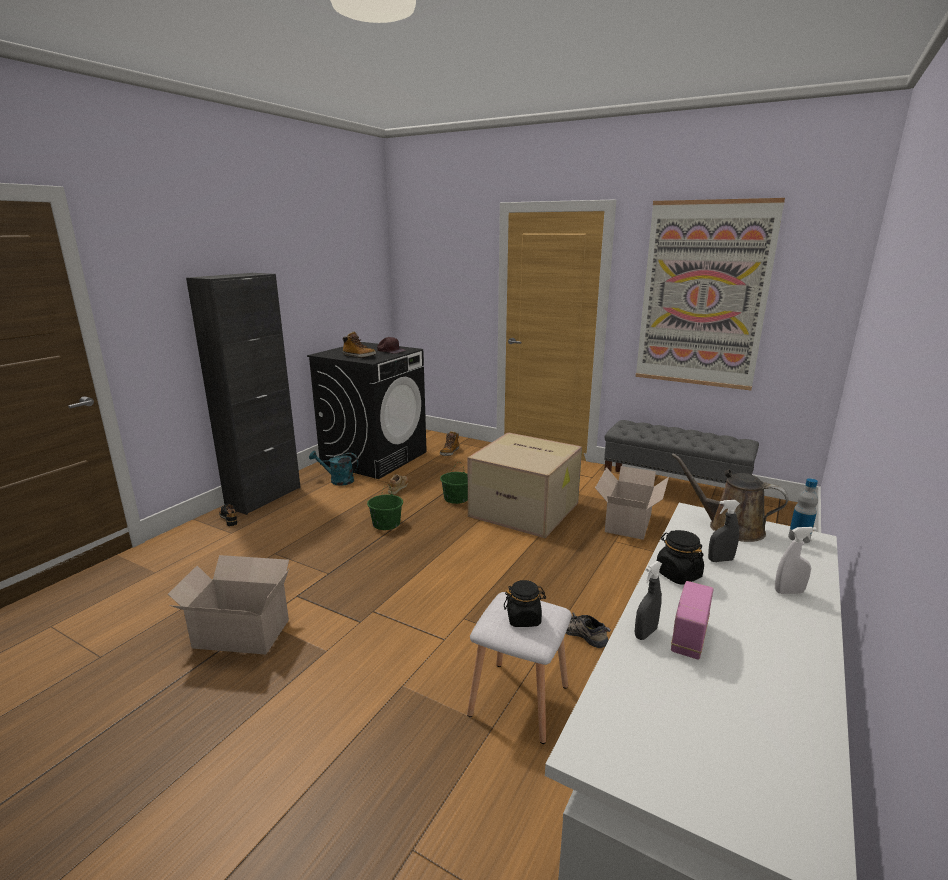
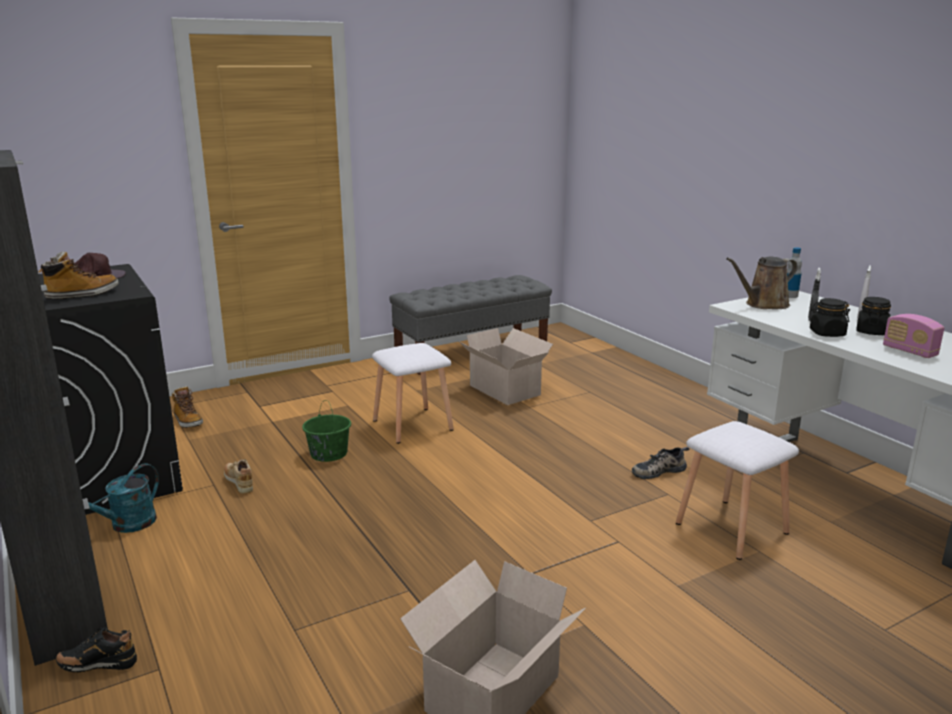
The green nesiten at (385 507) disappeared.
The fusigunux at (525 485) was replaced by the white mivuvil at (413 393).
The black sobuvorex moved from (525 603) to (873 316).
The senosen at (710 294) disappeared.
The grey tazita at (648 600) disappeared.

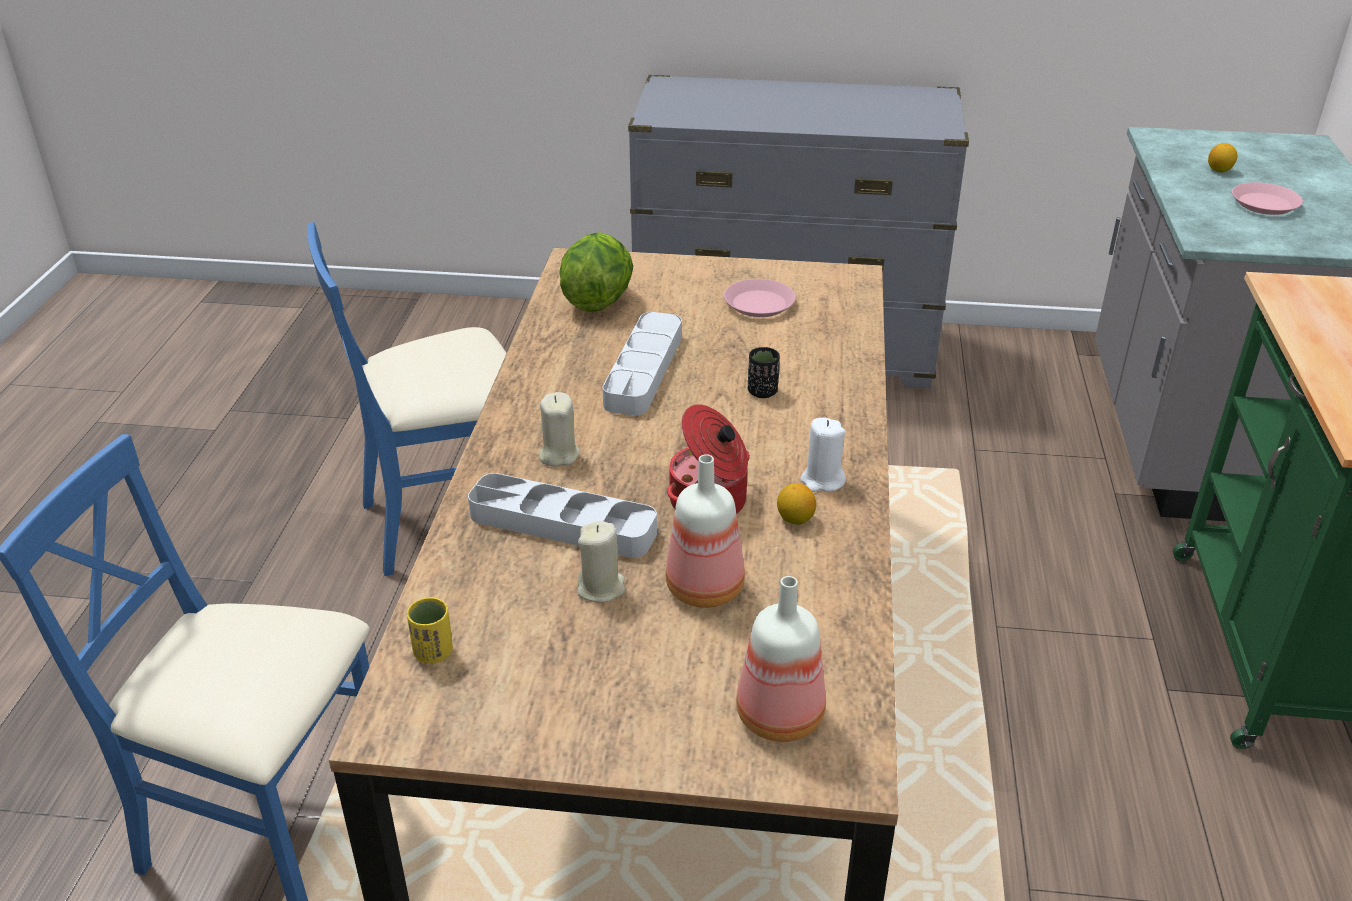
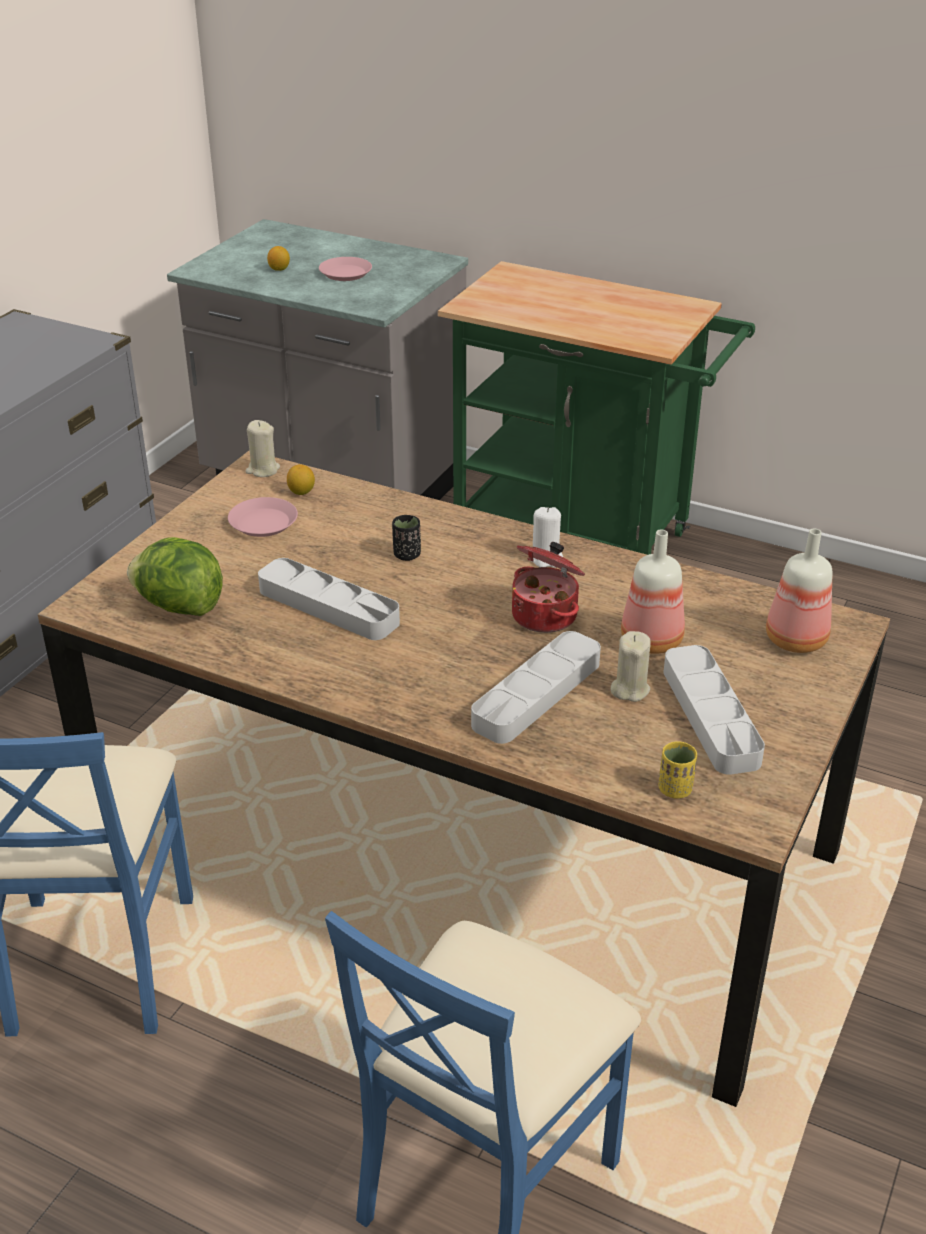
The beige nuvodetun moved from (559 429) to (262 448).
The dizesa moved from (796 504) to (301 479).
The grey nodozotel at (714 710) appeared.

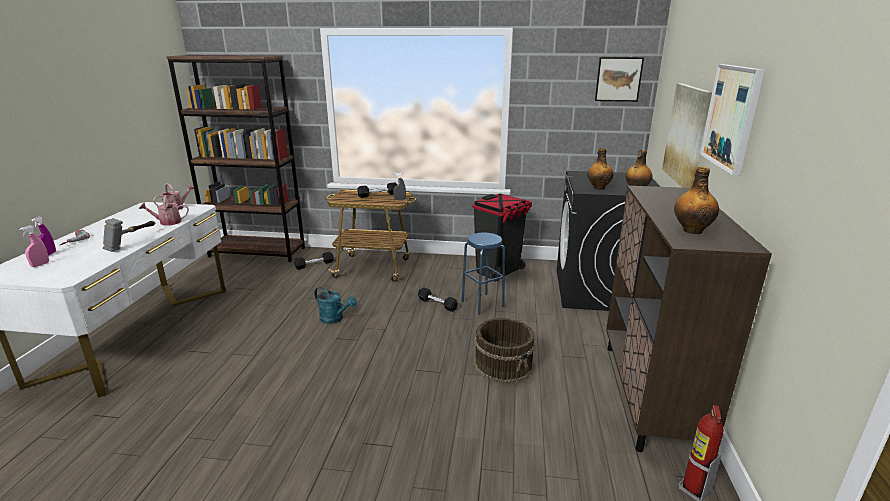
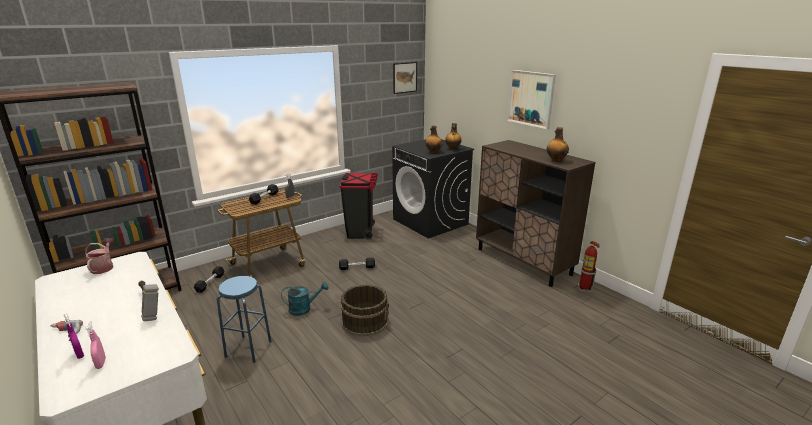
The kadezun at (164 210) disappeared.
The blue mivuvil moved from (483 274) to (244 319).
The brown nesiten moved from (504 351) to (364 310).
The senosen at (687 135) disappeared.

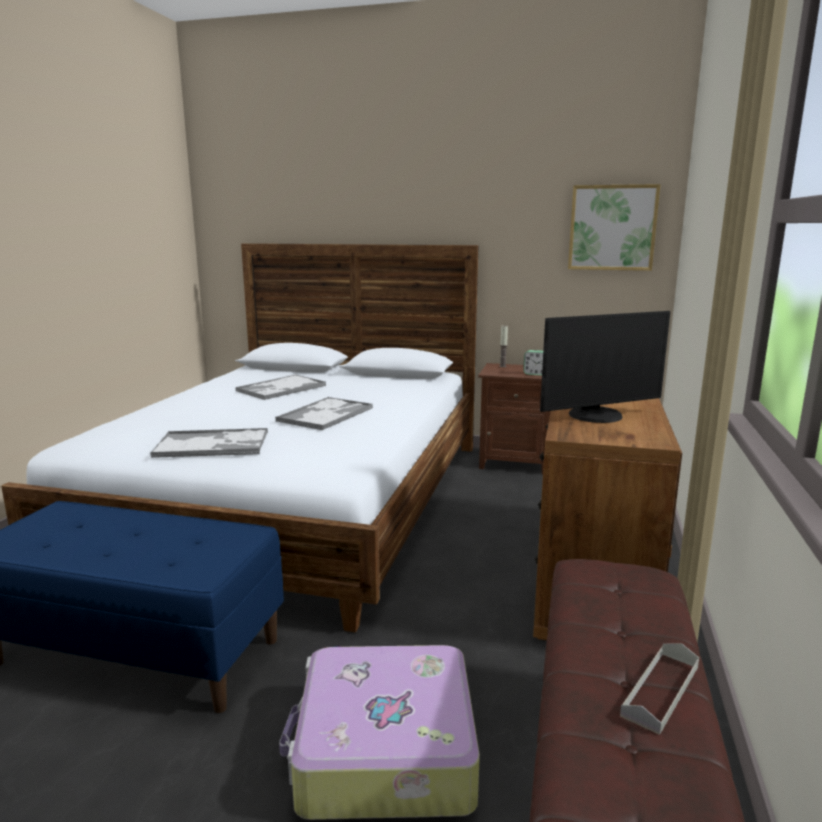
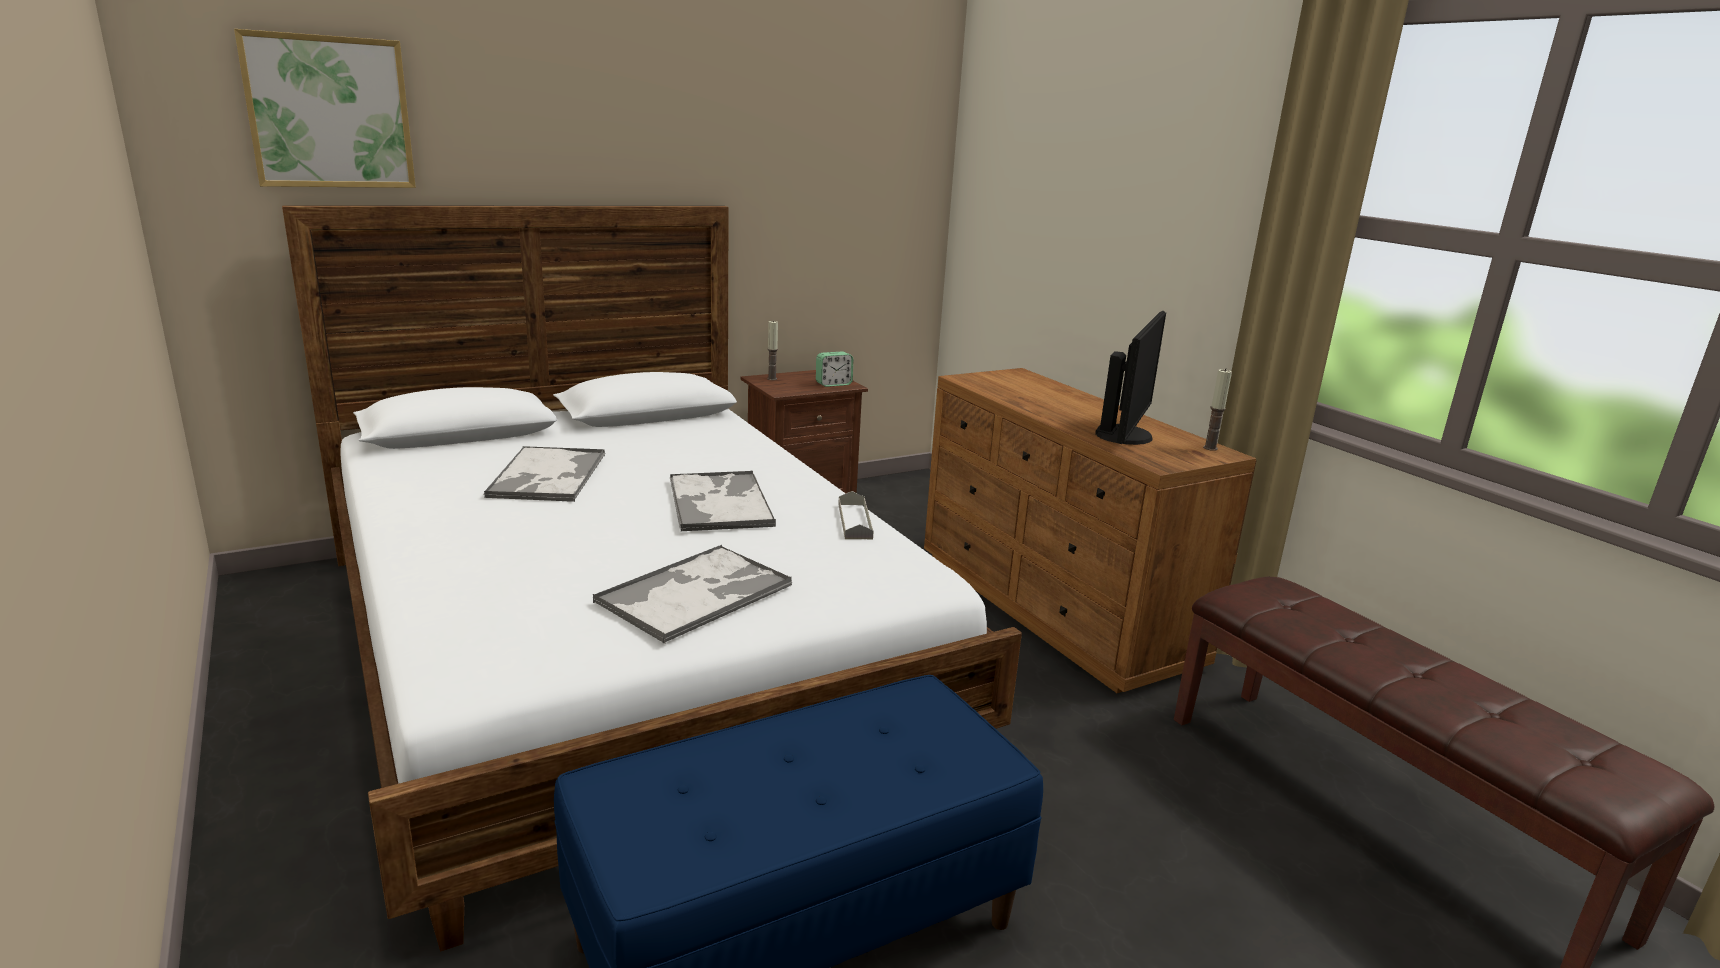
The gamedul at (379 732) disappeared.
The senosen moved from (614 227) to (325 108).
The grey nodozotel moved from (659 689) to (856 515).
The nuvodetun at (1217 409) appeared.

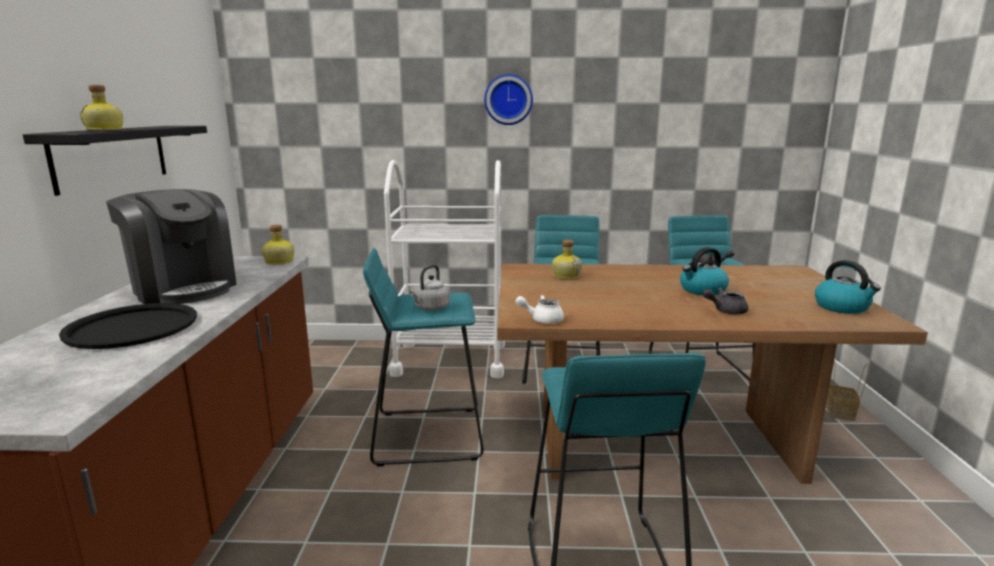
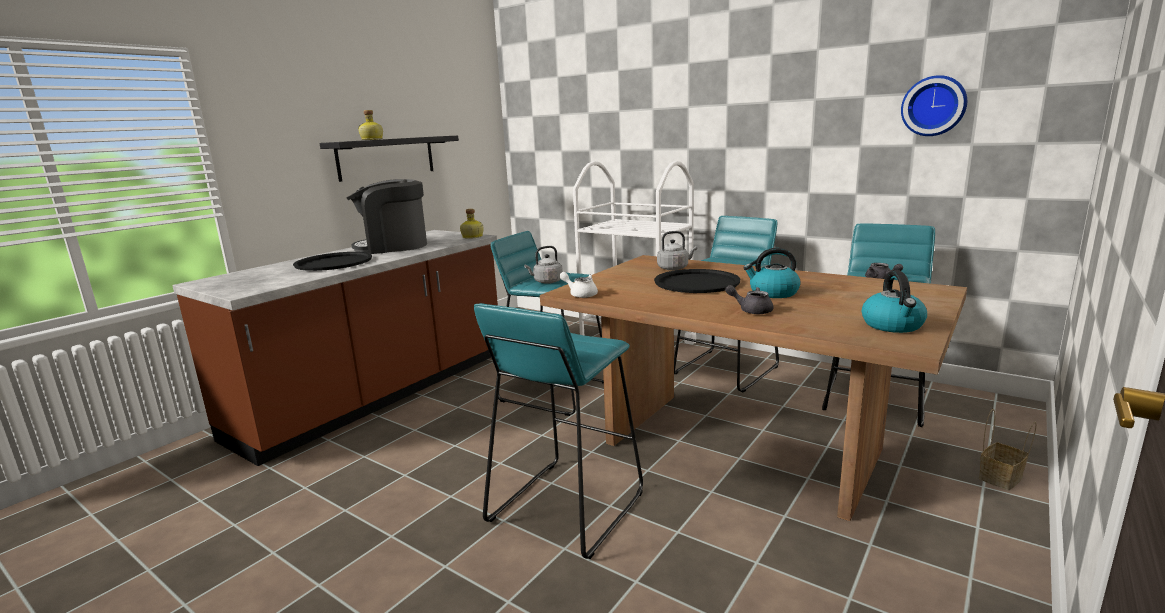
The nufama at (171 246) turned 90 degrees clockwise.
The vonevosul moved from (508 99) to (934 105).
The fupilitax at (567 259) was replaced by the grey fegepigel at (677 250).
The black nodozotel at (697 281) appeared.

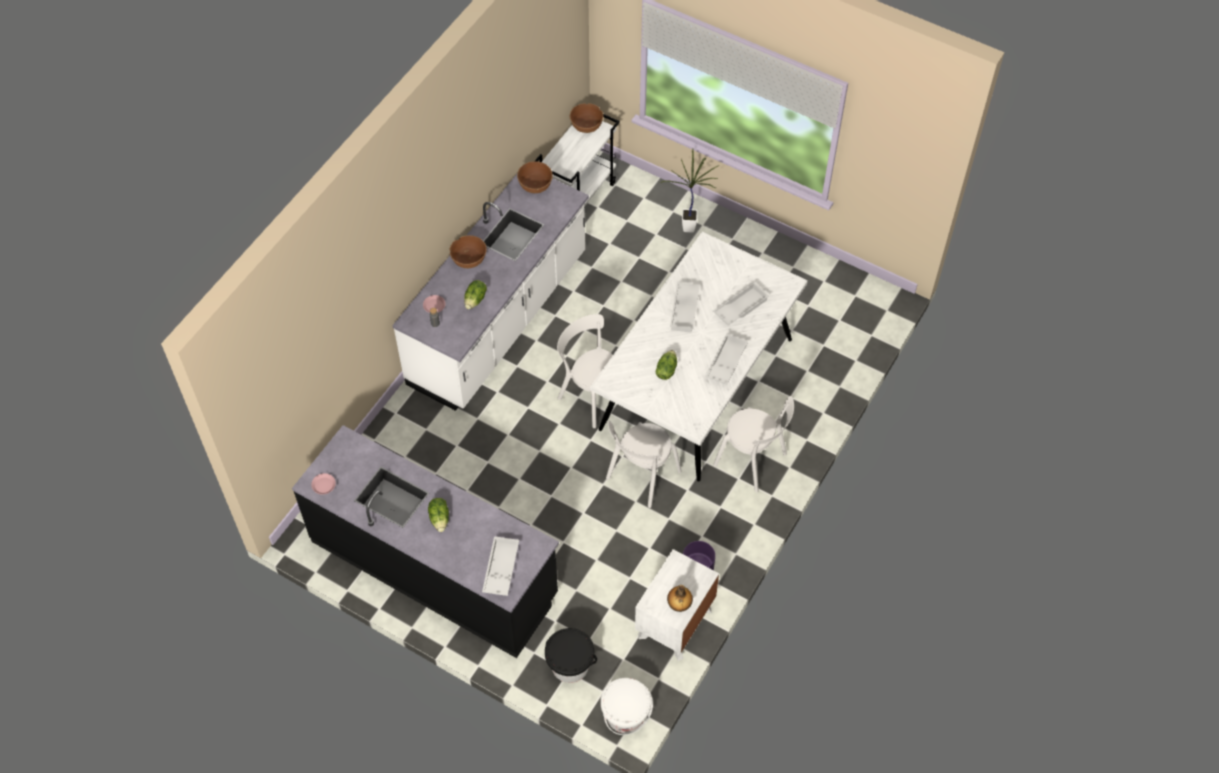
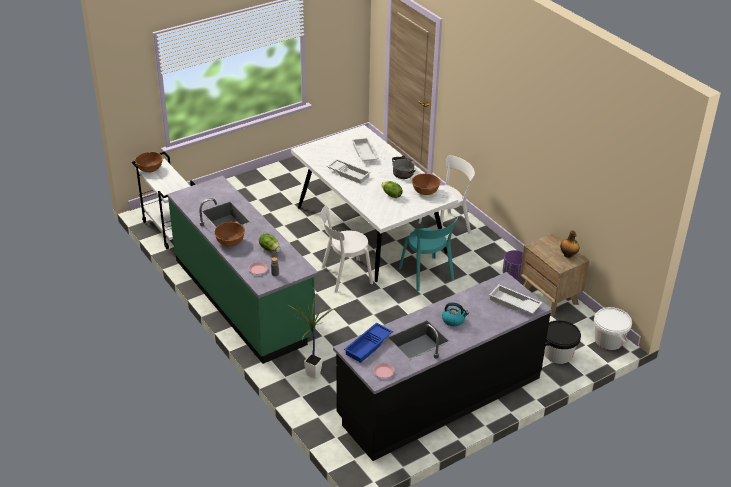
The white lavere at (490 292) became the green lavere at (242 270).
The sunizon at (438 515) was replaced by the fegepigel at (455 314).
The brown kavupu moved from (535 177) to (426 184).
The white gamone at (644 464) became the turquoise gamone at (428 254).
The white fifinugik at (677 605) became the brown fifinugik at (555 275).
The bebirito moved from (690 191) to (312 338).
The white nodozotel at (726 359) was replaced by the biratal at (404 167).
The blue nodozotel at (368 342) appeared.

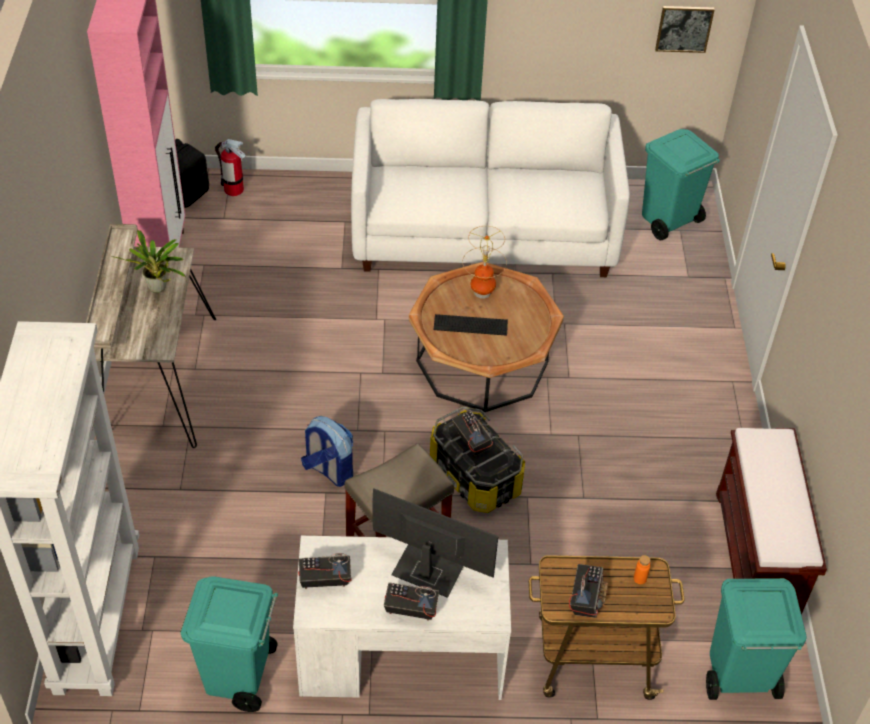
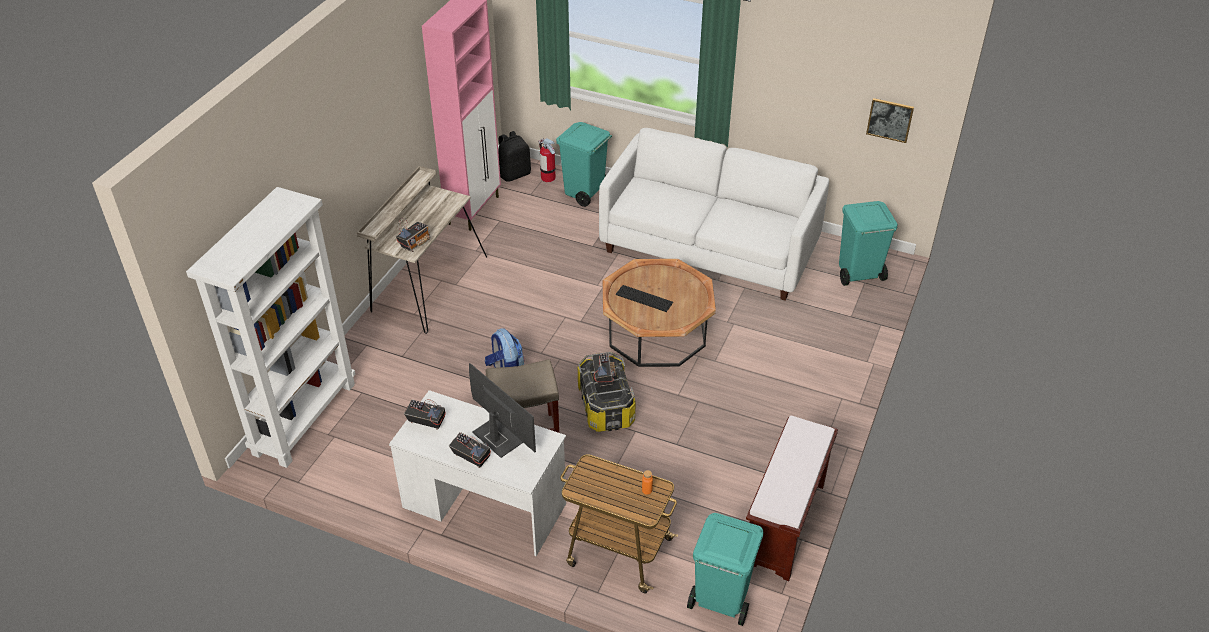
The bebirito at (149 261) disappeared.
The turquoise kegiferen moved from (229 644) to (584 164).
The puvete at (484 262) disappeared.
The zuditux moved from (588 591) to (413 235).

